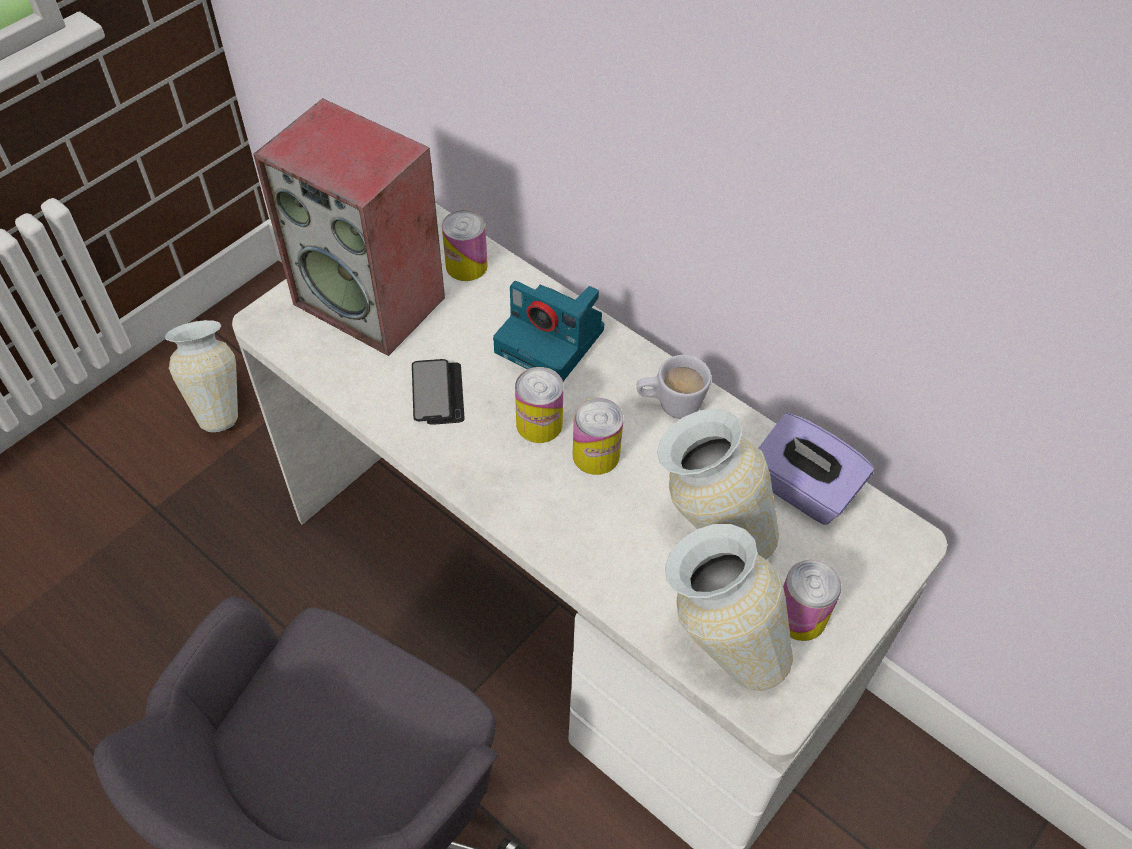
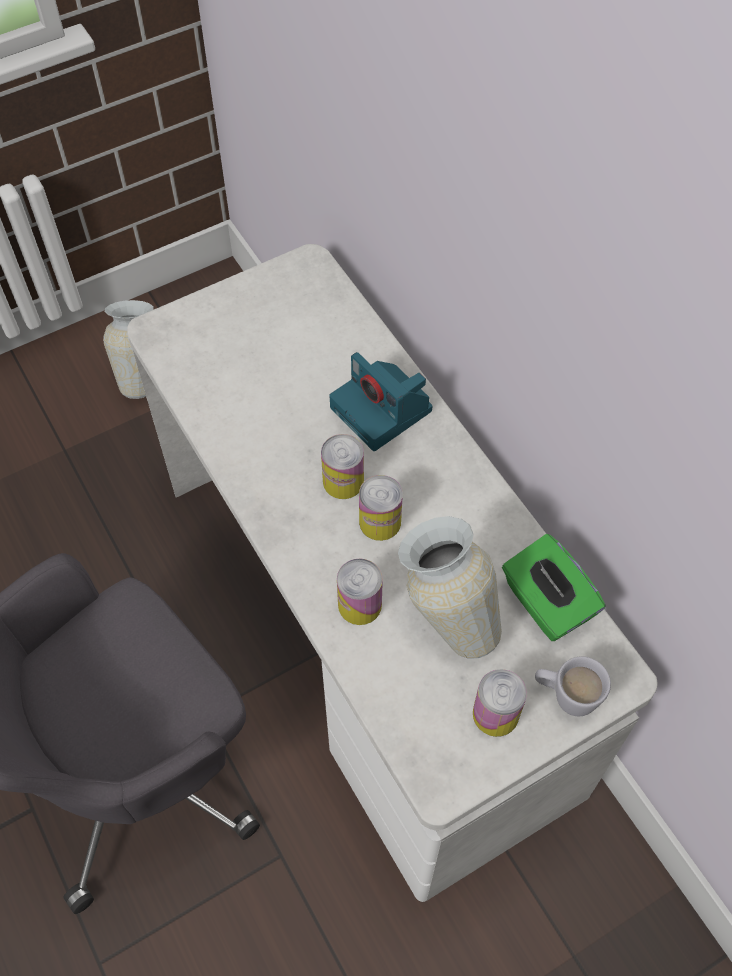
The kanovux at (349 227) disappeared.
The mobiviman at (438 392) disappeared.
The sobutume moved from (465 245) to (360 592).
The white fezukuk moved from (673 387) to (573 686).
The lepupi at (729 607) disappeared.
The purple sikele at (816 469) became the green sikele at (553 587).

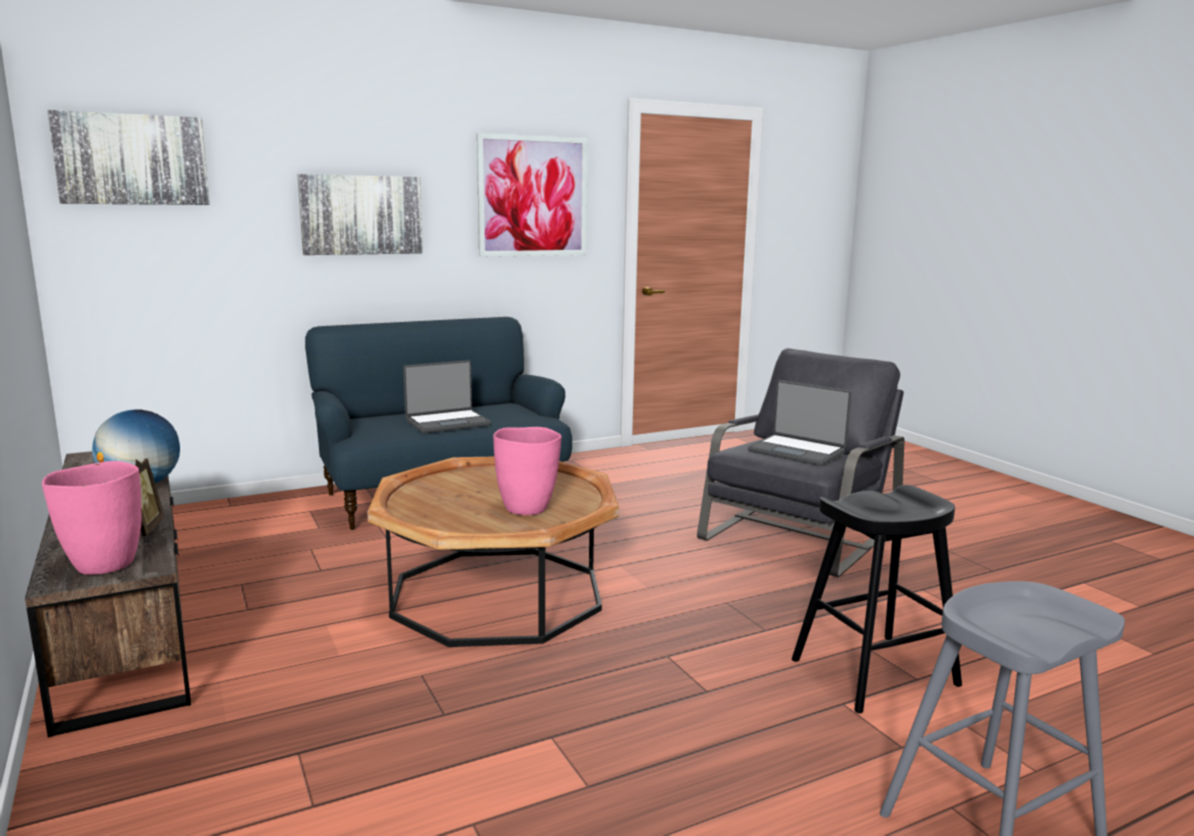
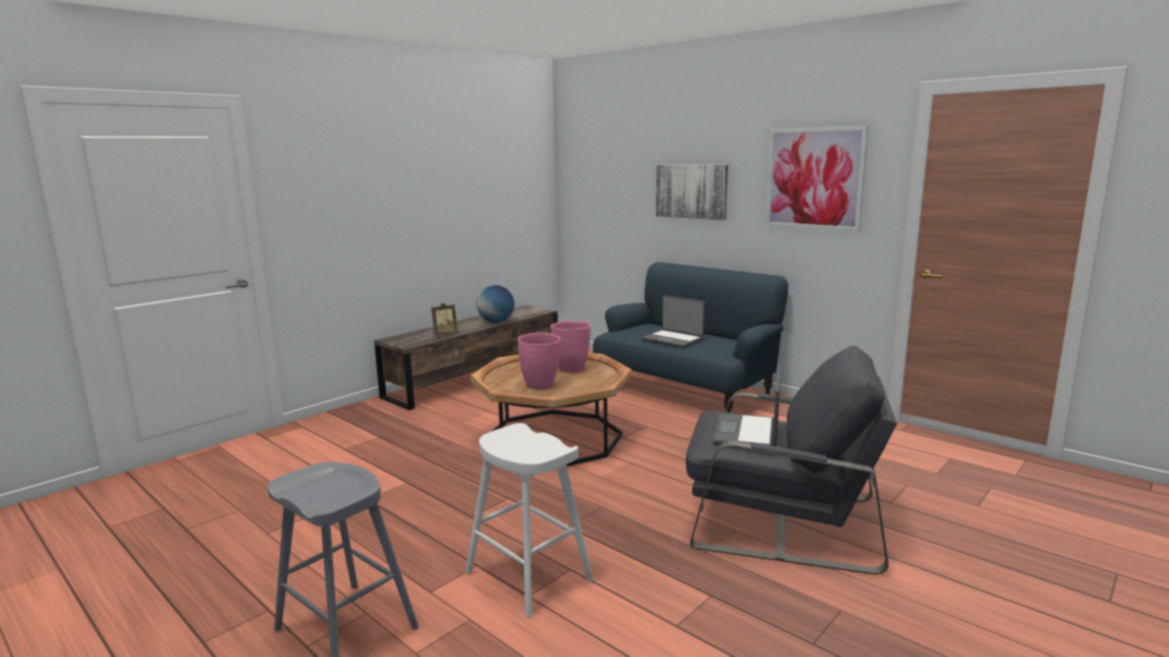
The pink lepupi moved from (92 518) to (571 346).
The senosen at (128 157) disappeared.
The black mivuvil at (877 599) became the white mivuvil at (529 520).

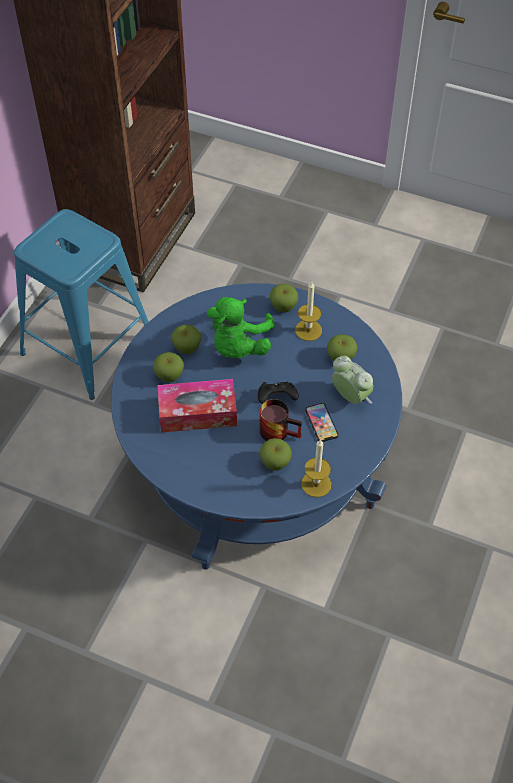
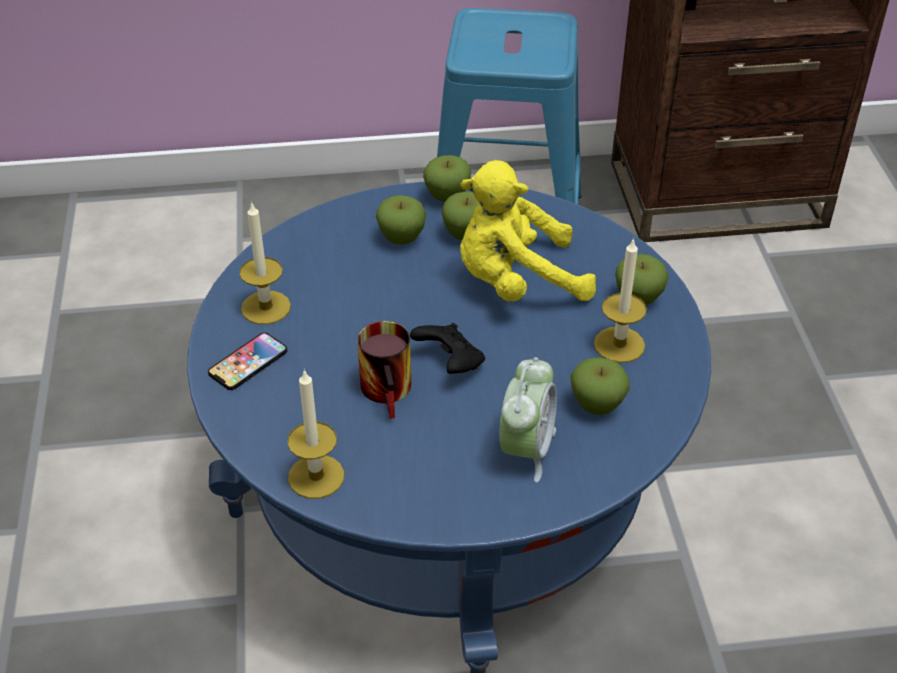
The sikele at (197 406) disappeared.
The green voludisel at (241 327) became the yellow voludisel at (528 231).
The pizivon moved from (276 454) to (447 178).
The mobiviman moved from (321 422) to (247 361).
The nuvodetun at (265 263) appeared.

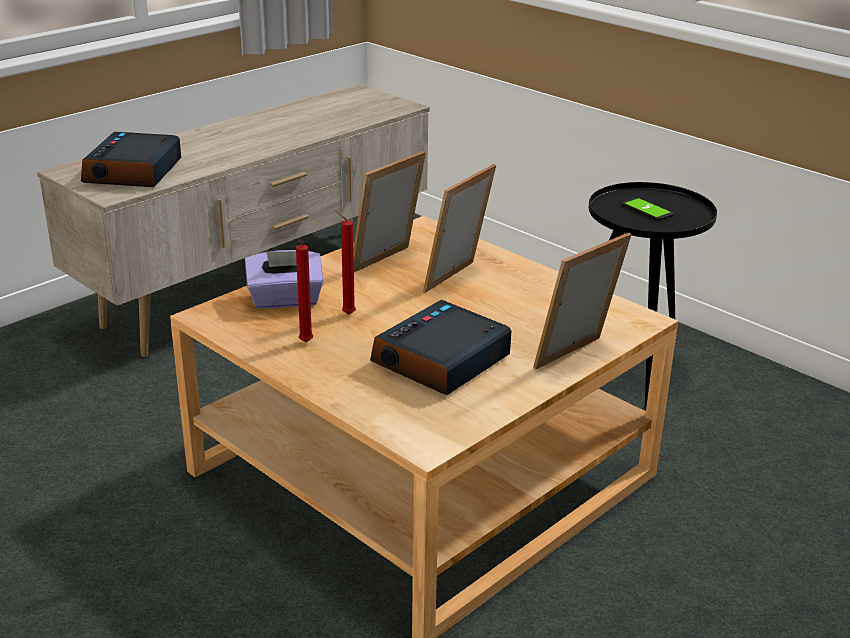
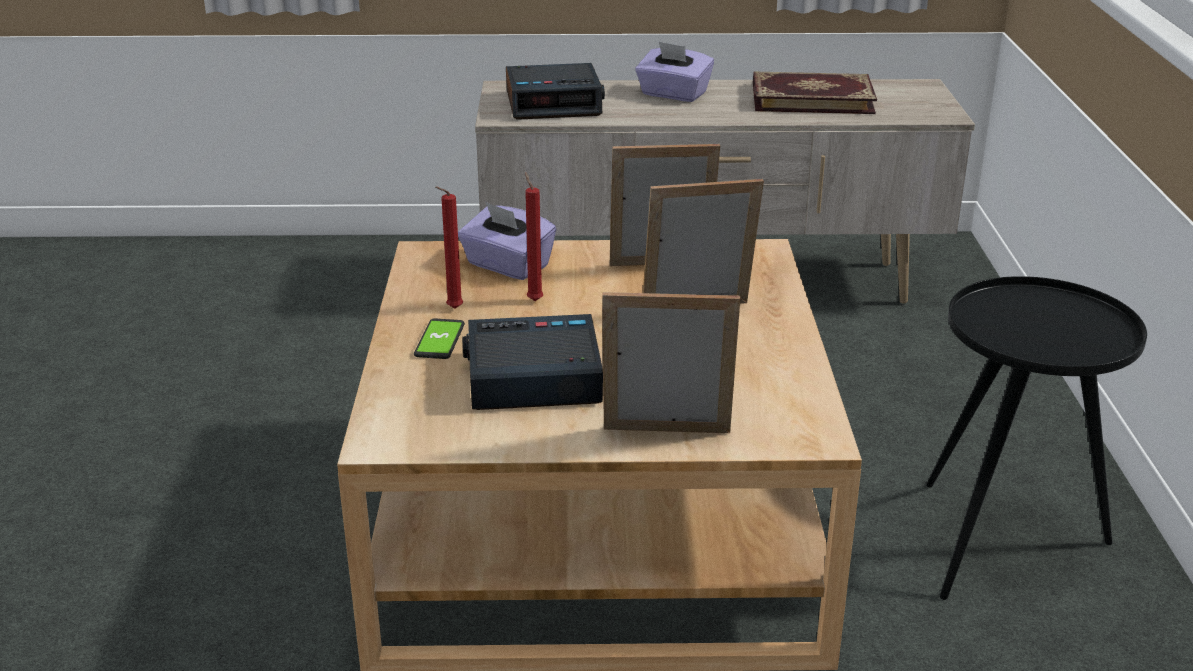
The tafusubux at (131 159) turned 150 degrees counterclockwise.
The mobiviman moved from (648 208) to (439 339).
The purple sikele at (674 72) appeared.
The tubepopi at (815 93) appeared.

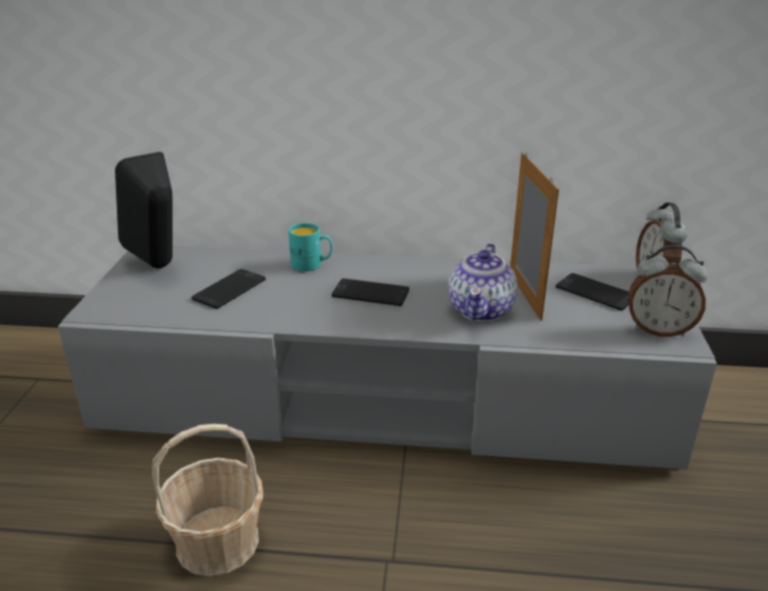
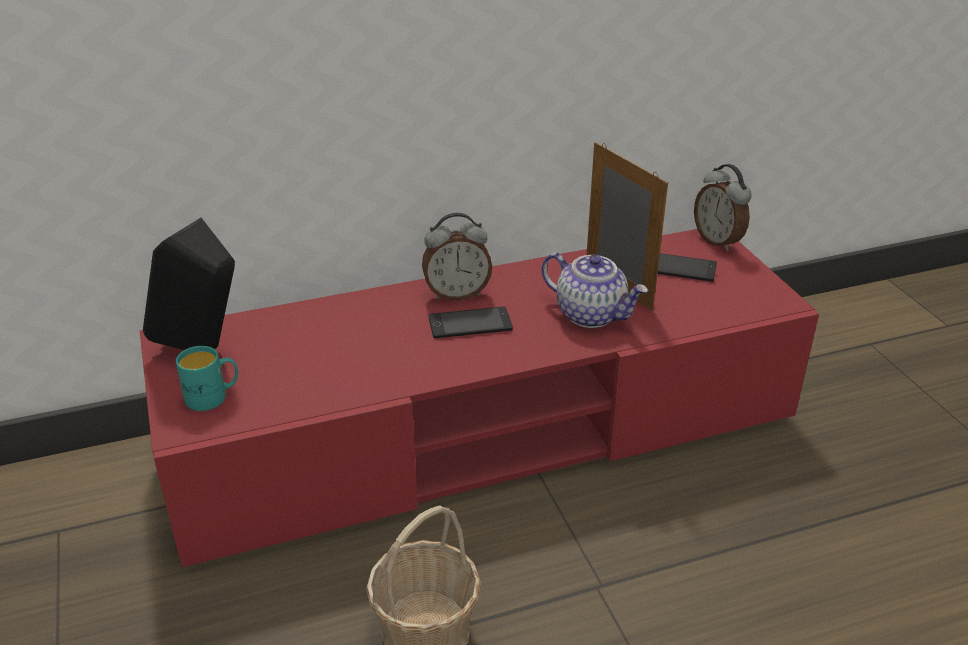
The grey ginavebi at (387 358) became the red ginavebi at (479 398).
The mobiviman at (229 289) disappeared.
The turquoise fezukuk moved from (310 247) to (207 378).
The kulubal at (482 282) turned 45 degrees counterclockwise.
The tafusubux moved from (668 291) to (457 257).

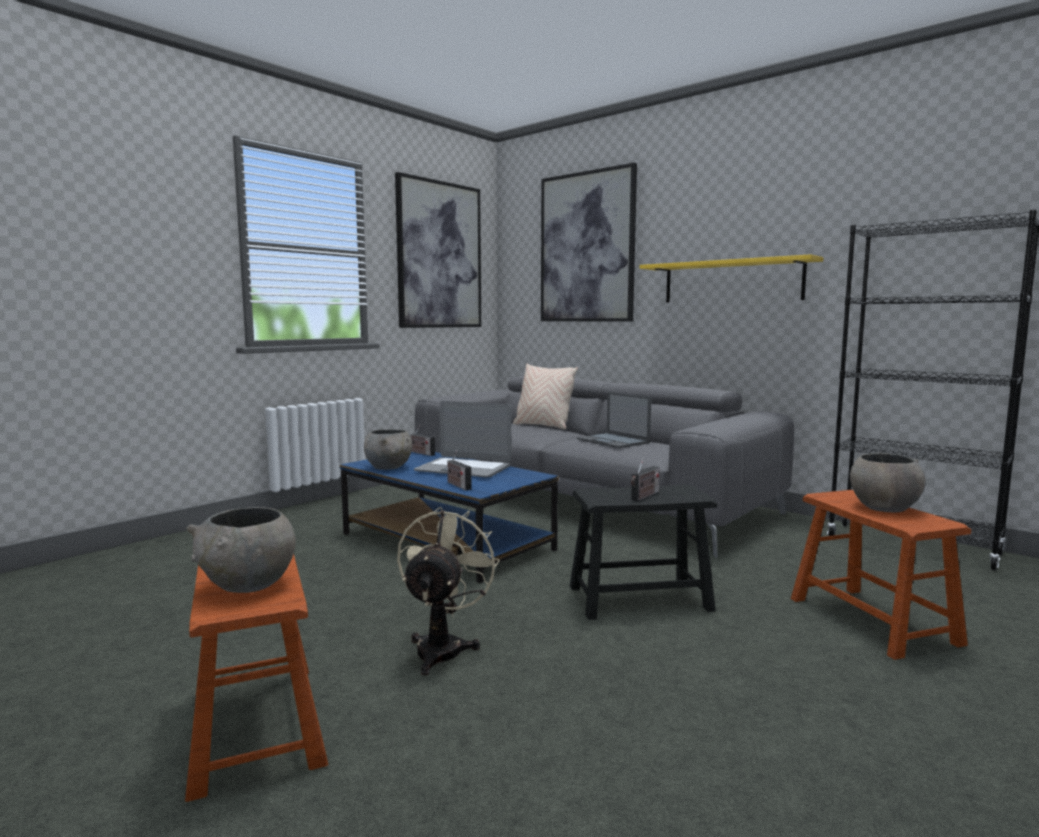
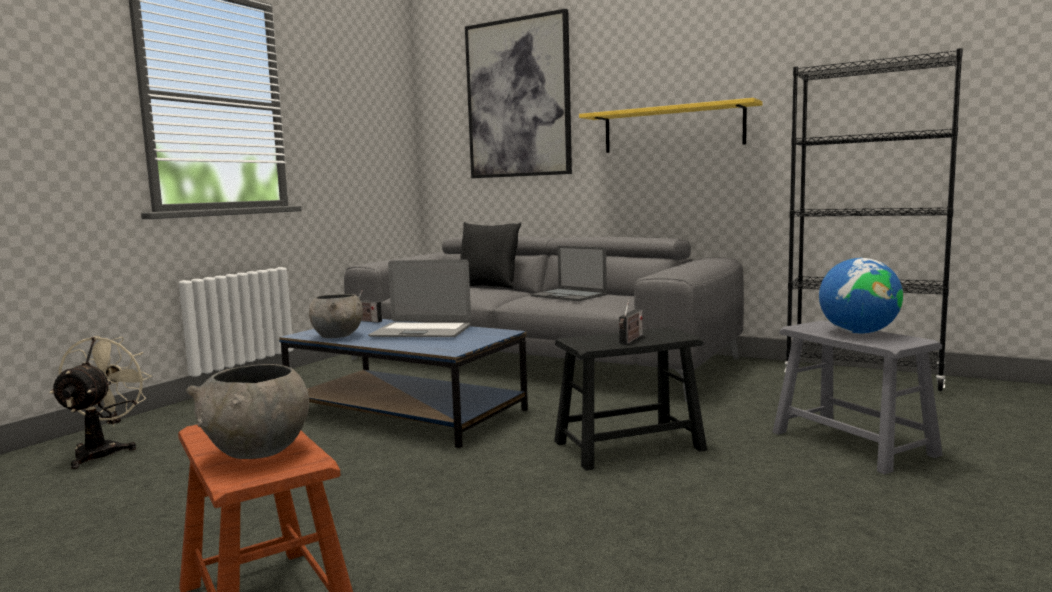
The senosen at (438 250) disappeared.
The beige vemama moved from (448 591) to (100 402).
The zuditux at (459 470) disappeared.
The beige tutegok at (545 396) became the black tutegok at (490 255).
The brown mivuvil at (881 575) became the grey mivuvil at (858 397).
The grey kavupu at (888 482) was replaced by the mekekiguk at (861 296).

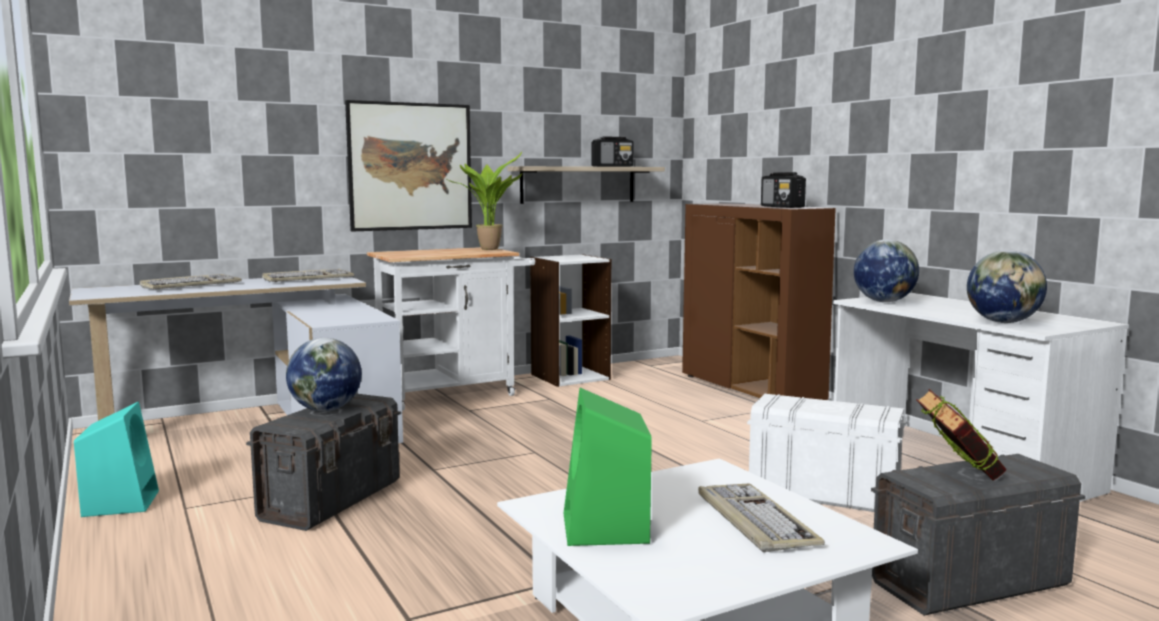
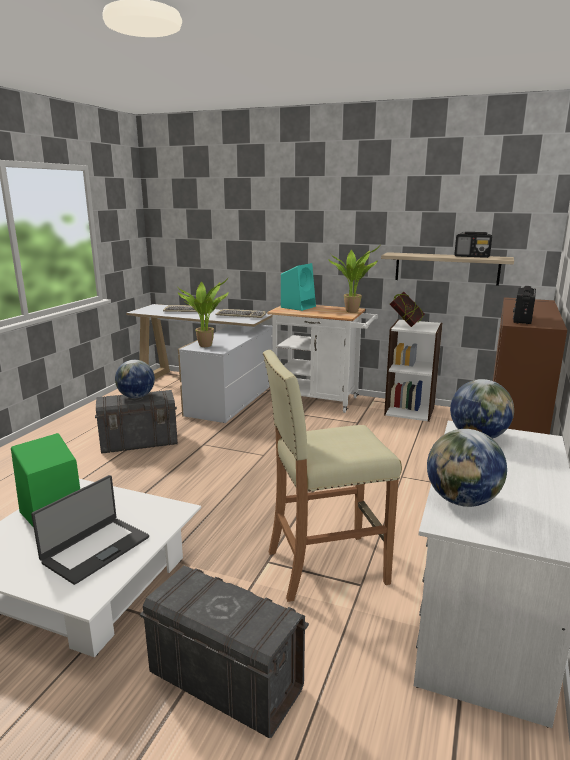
The turquoise kanovux moved from (116 459) to (298 287).
The senosen at (408 165) disappeared.
The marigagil at (761 518) was replaced by the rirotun at (90 530).
The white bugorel at (826 453) was replaced by the beige mivuvil at (332 476).
The tubepopi moved from (961 435) to (407 309).
The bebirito at (203 312) appeared.

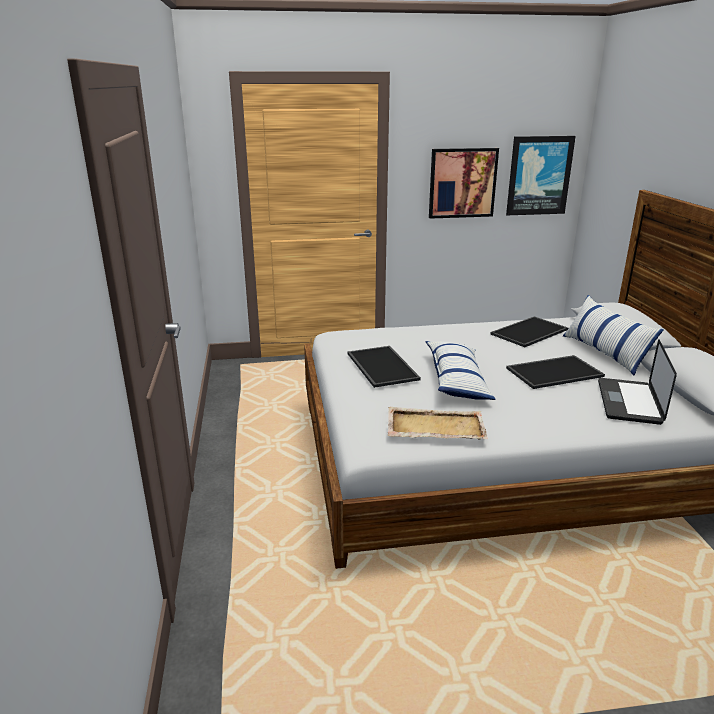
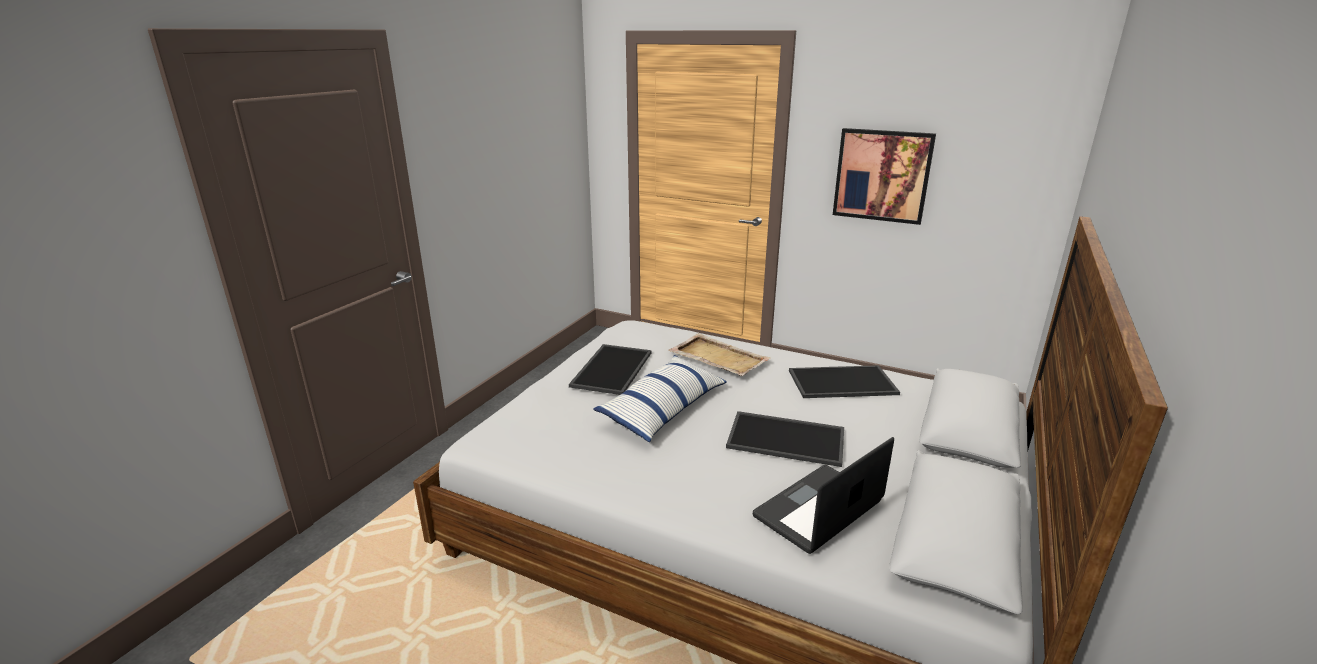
The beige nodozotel moved from (438 423) to (719 354).
The senosen at (541 175) disappeared.
The tutegok at (613 335) disappeared.

